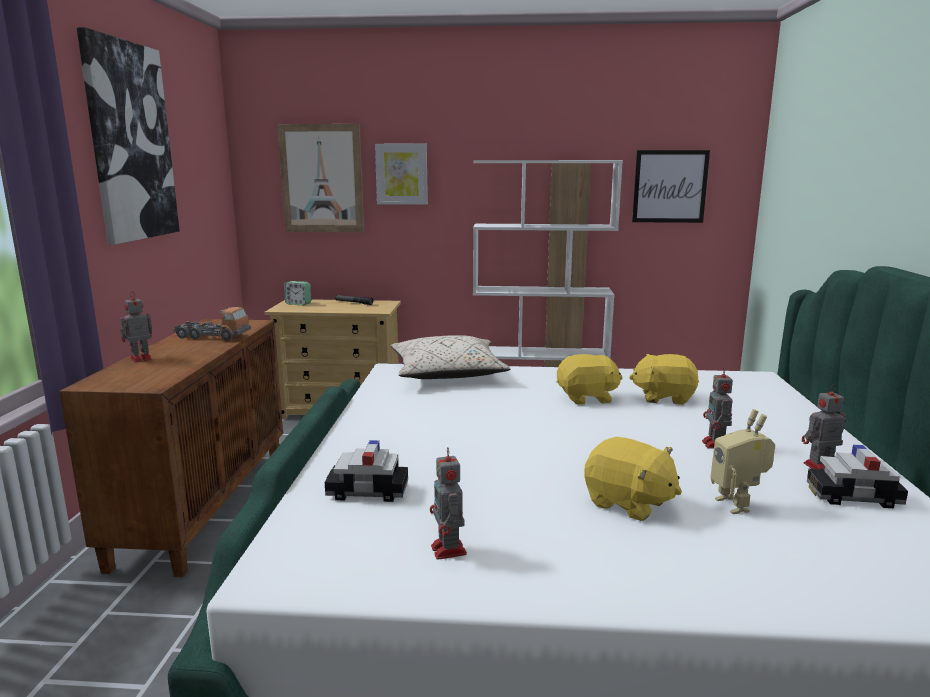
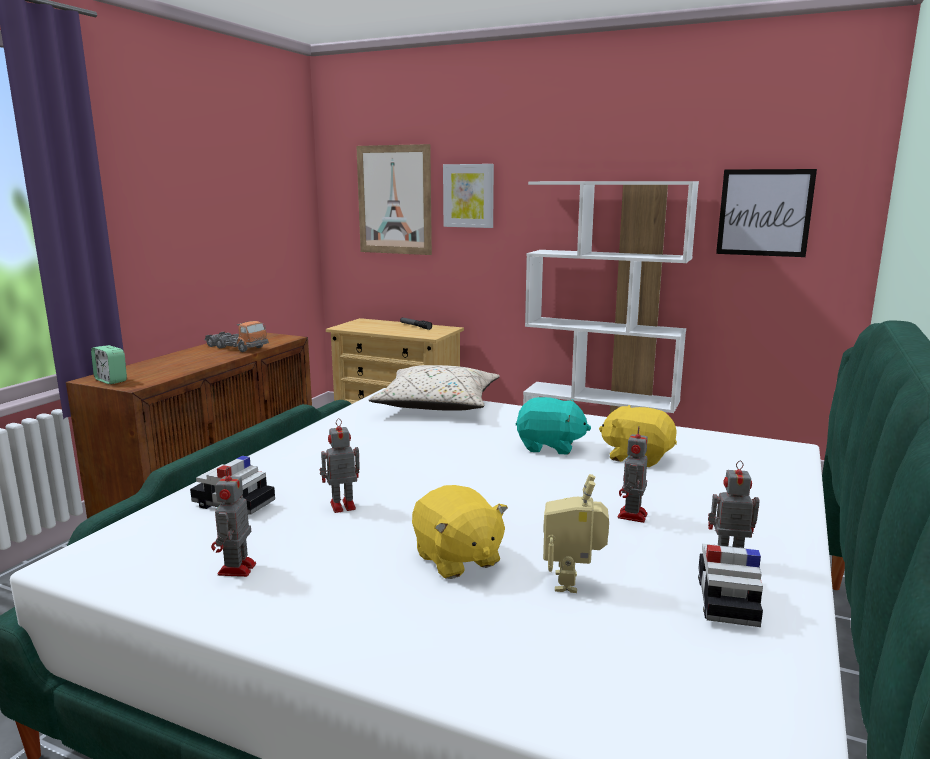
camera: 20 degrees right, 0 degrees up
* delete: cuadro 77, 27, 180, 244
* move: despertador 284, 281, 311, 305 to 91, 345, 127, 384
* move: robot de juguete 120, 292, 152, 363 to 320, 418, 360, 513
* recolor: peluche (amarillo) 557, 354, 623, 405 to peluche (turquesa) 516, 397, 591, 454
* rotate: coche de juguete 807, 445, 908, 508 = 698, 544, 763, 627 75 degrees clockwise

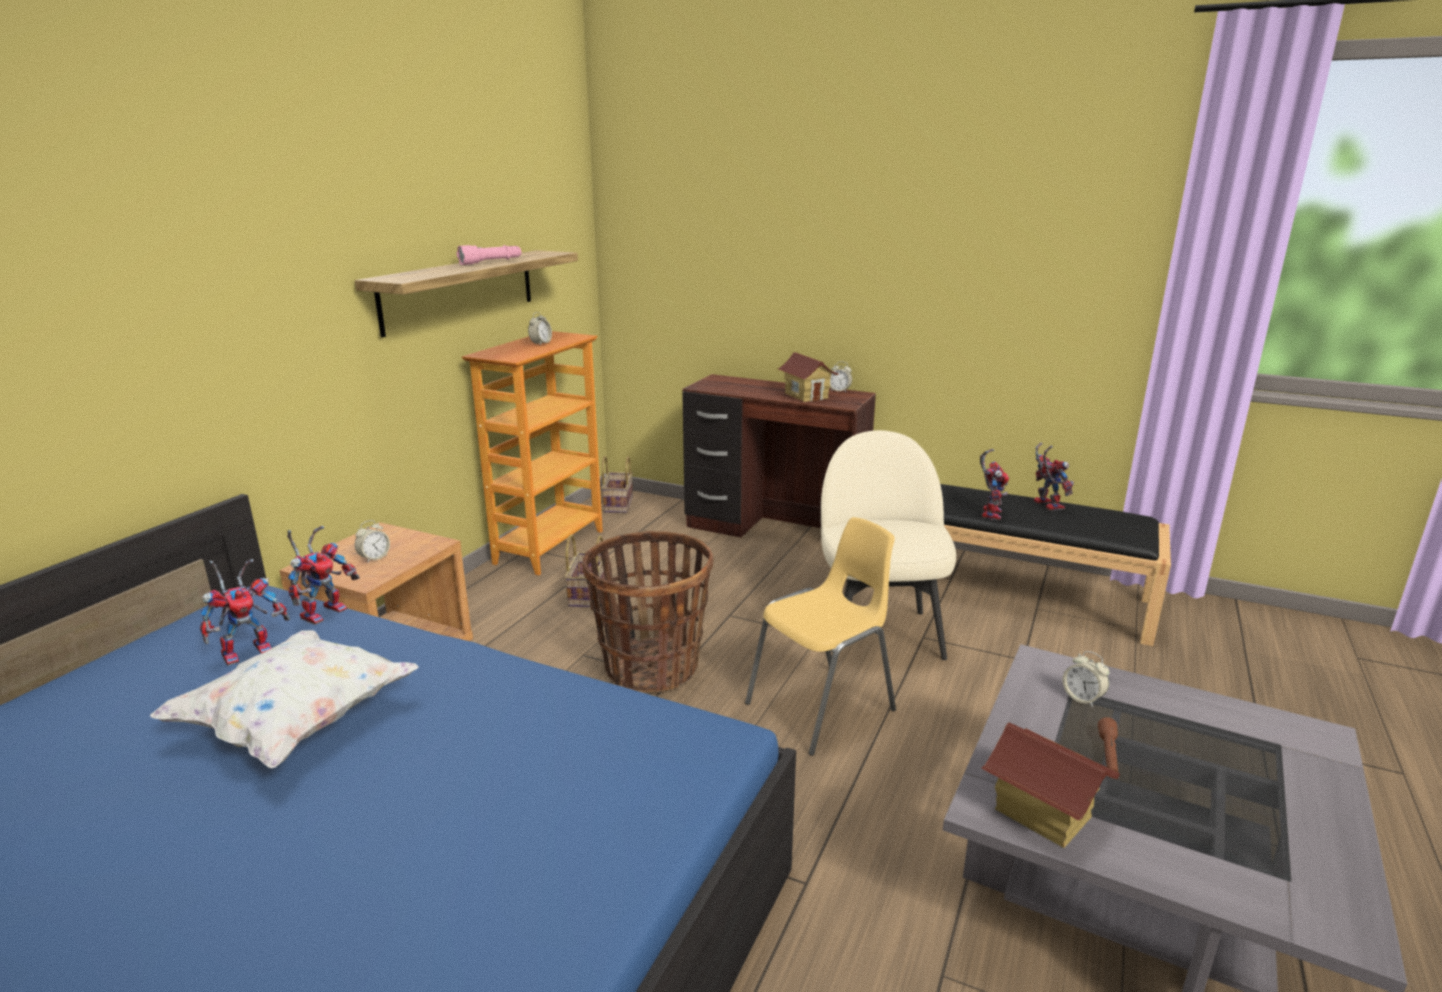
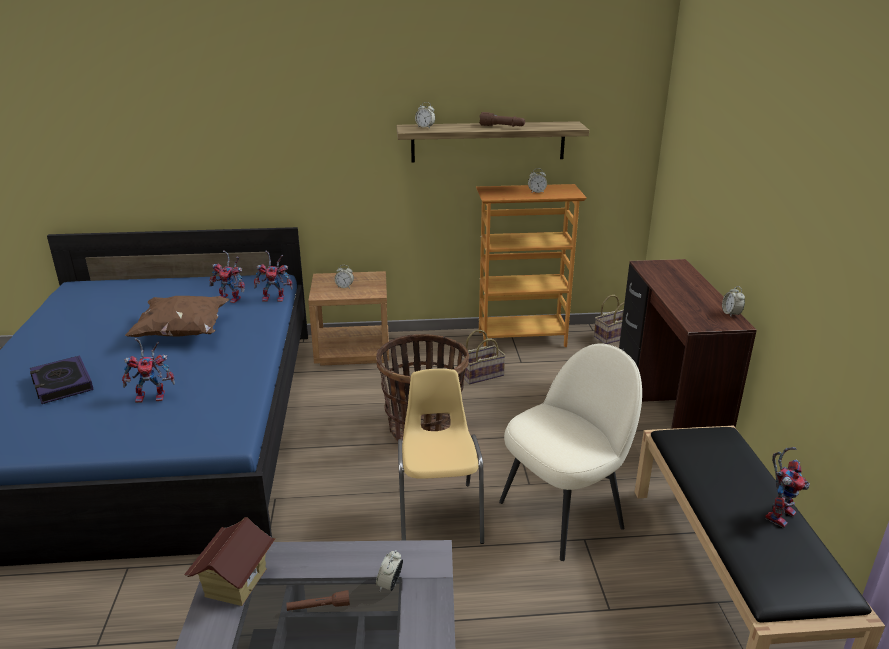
camera: 60 degrees right, 5 degrees up
* recolor: linterna (rosa) 457, 245, 521, 265 to linterna (marrón) 479, 112, 525, 127
* delete: casita 778, 352, 839, 402
* move: robot de juguete 980, 449, 1009, 520 to 122, 338, 175, 403
* rotate: silla (amarillo) 745, 517, 896, 756 = 398, 369, 484, 544 120 degrees counterclockwise
* recolor: cojín (blanco) 150, 630, 419, 768 to cojín (marrón) 125, 296, 230, 337
* insert: despertador 415, 102, 435, 128
* insert: libro 30, 355, 94, 404

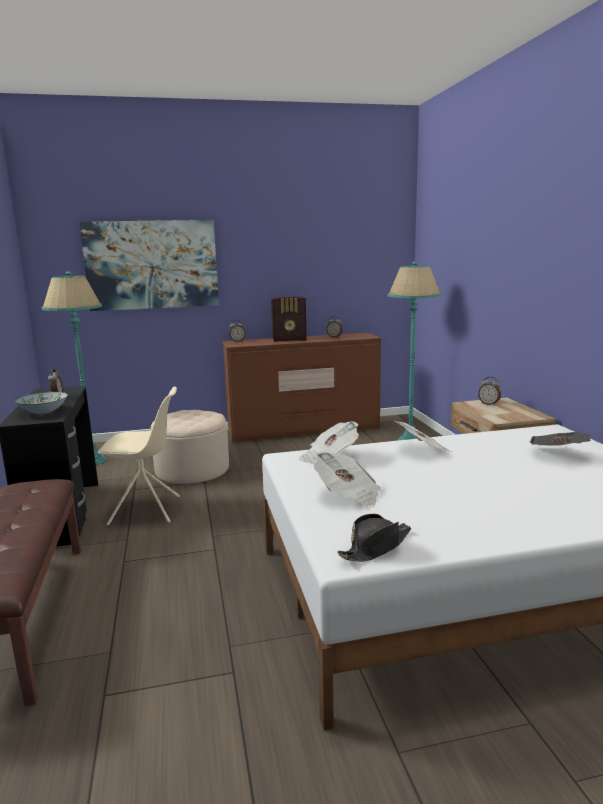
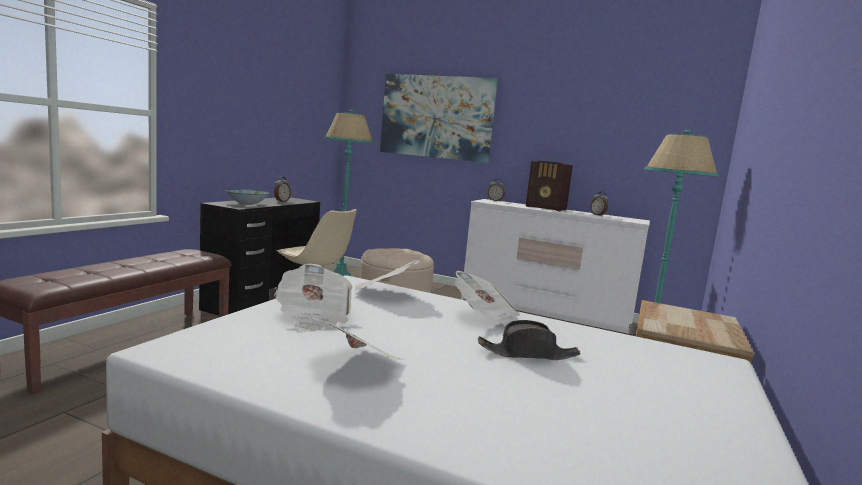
camera: 35 degrees right, 5 degrees down
* recolor: cómoda (marrón) 222, 333, 381, 443 to cómoda (blanco) 461, 199, 650, 334
* delete: despertador 478, 377, 501, 406
* move: periódico 530, 432, 591, 446 to 310, 317, 406, 360
* move: sombrero (negro) 337, 514, 411, 562 to 478, 320, 581, 360

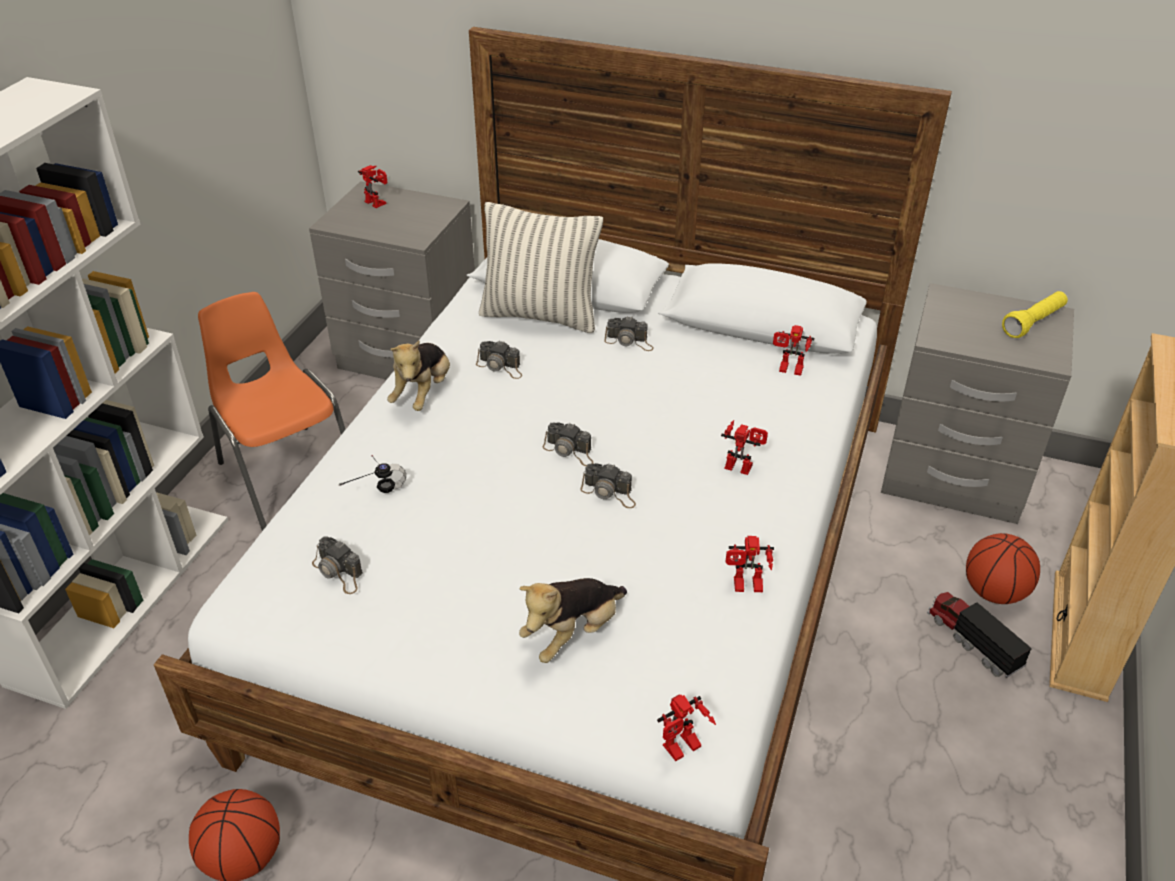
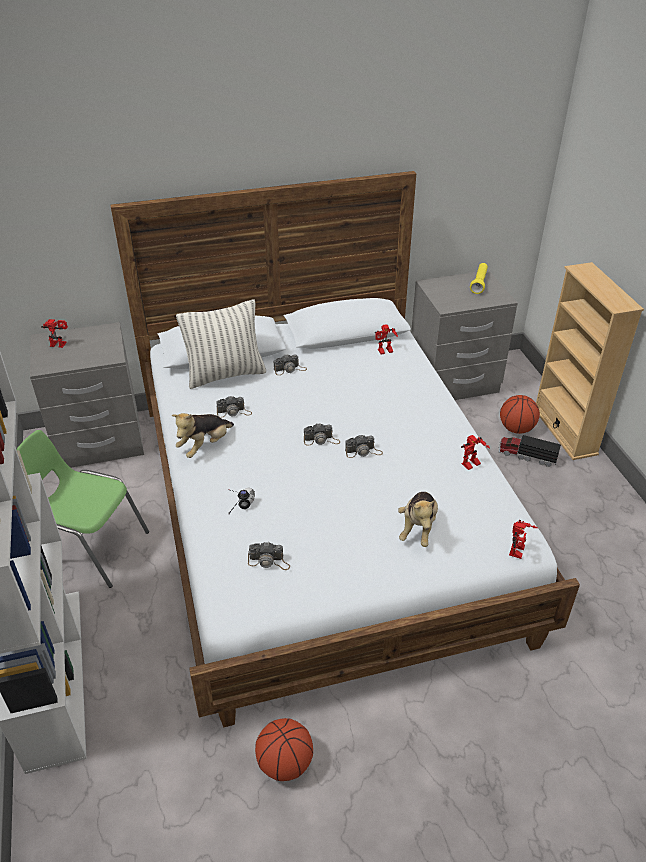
camera: 35 degrees left, 0 degrees up
* recolor: silla (naranja) 198, 292, 346, 531 to silla (verde) 16, 430, 149, 588
* rotate: peluche 387, 341, 450, 411 = 172, 413, 234, 458 60 degrees clockwise
* delete: robot de juguete 721, 420, 768, 475

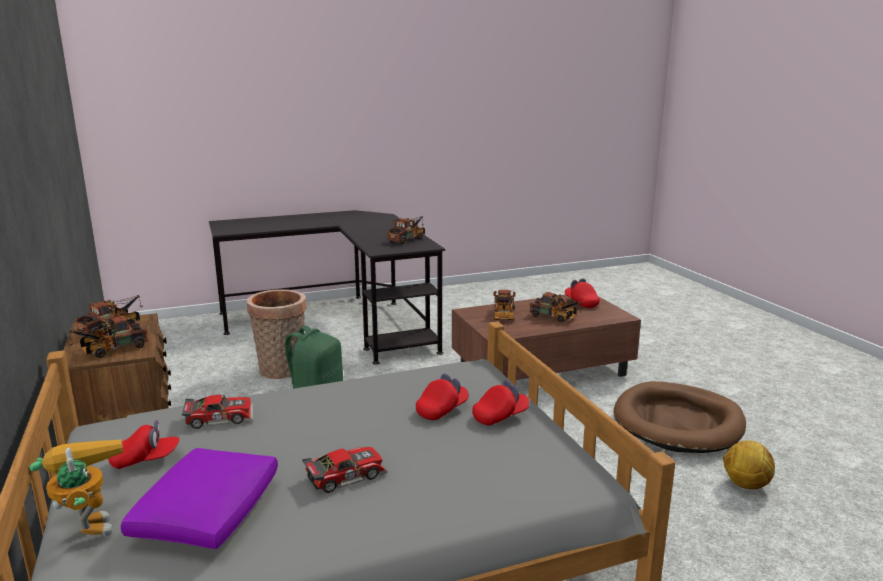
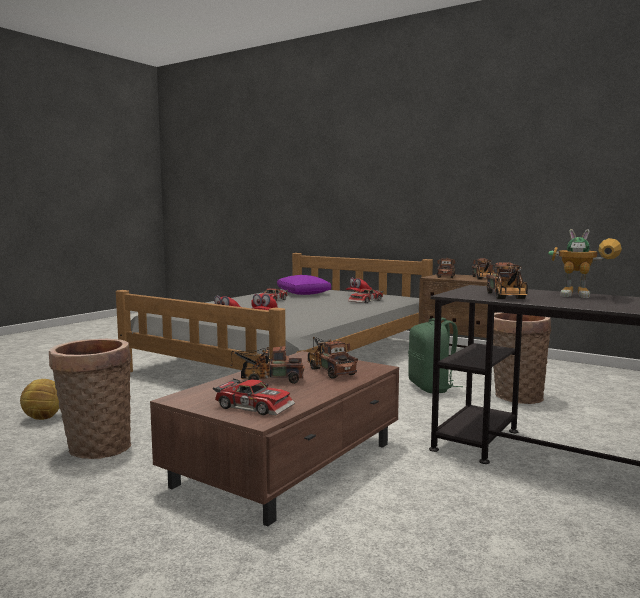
camera: 145 degrees right, 10 degrees down
* replace: gorra (rojo) 565, 278, 600, 308 to coche de juguete 213, 378, 295, 416
* replace: cama para perro (marrón) 614, 381, 746, 453 to cesta 49, 339, 131, 459
* move: robot de juguete 30, 439, 124, 537 to 548, 229, 622, 298

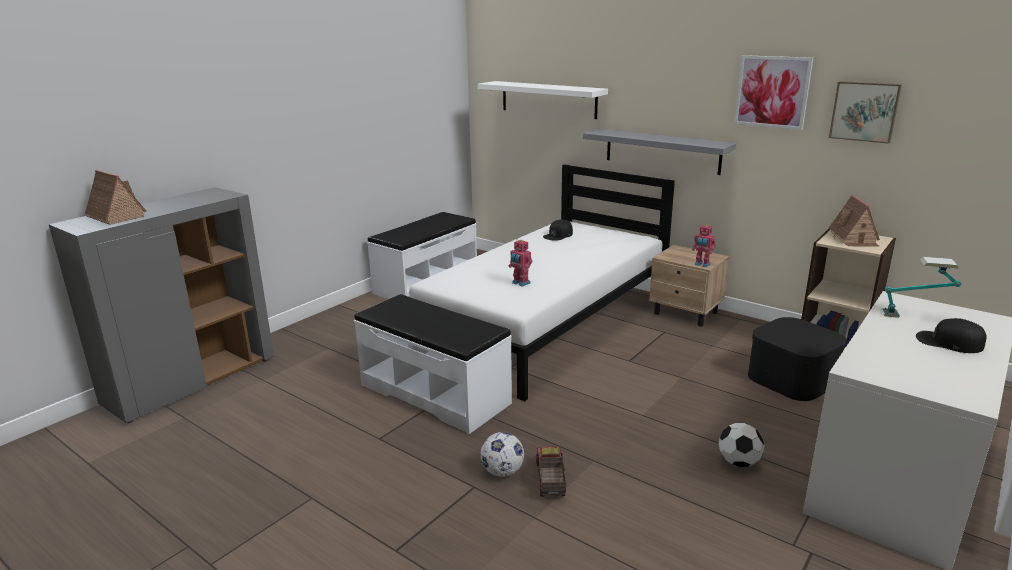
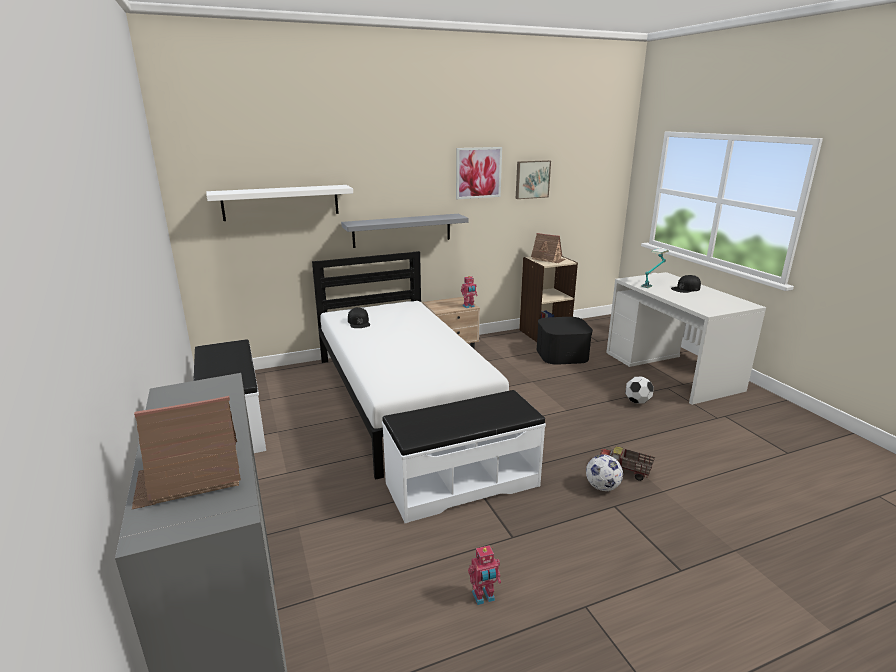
camera: 60 degrees left, 0 degrees up
* move: robot de juguete 509, 239, 533, 287 to 468, 545, 501, 605

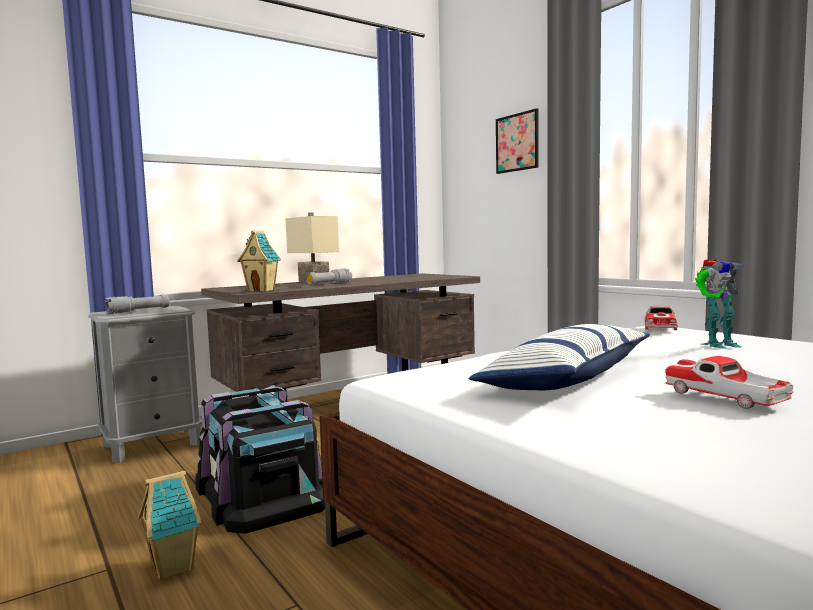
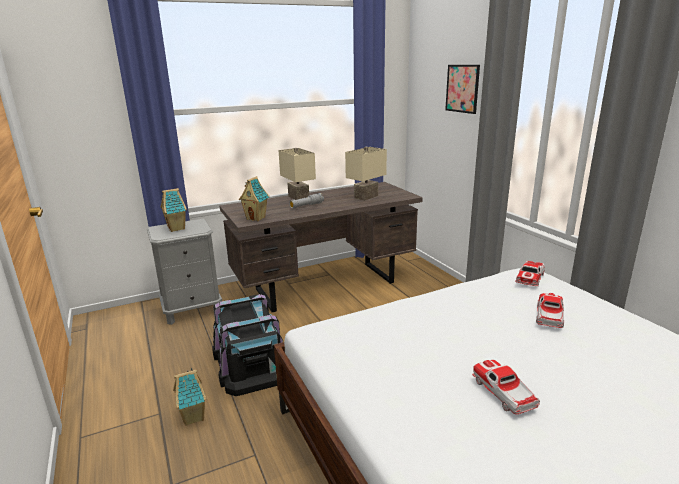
camera: 10 degrees right, 15 degrees up
* replace: robot de juguete 695, 259, 744, 349 to coche de juguete 536, 293, 564, 328
* replace: linterna (gris) 105, 294, 169, 314 to casita 161, 188, 187, 232
* delete: cojín 469, 324, 650, 390
* insert: lámpara de mesa (beis) 345, 147, 387, 201

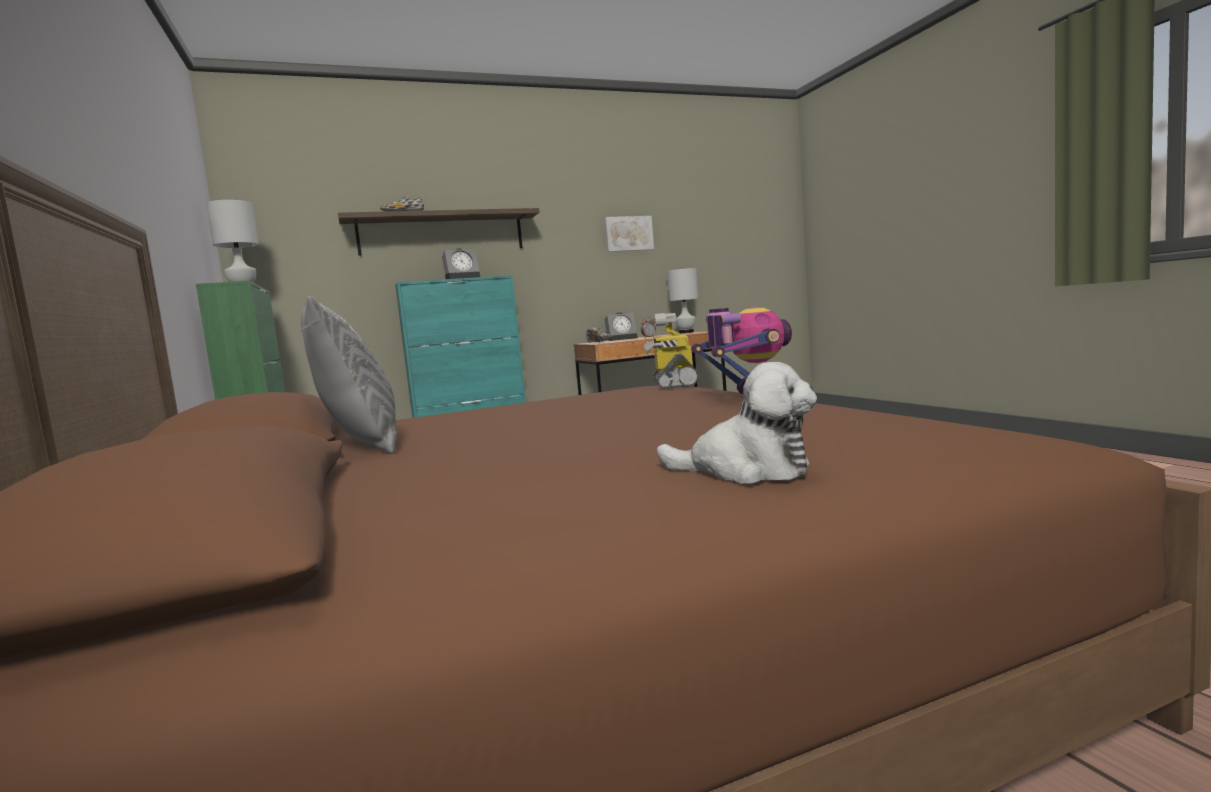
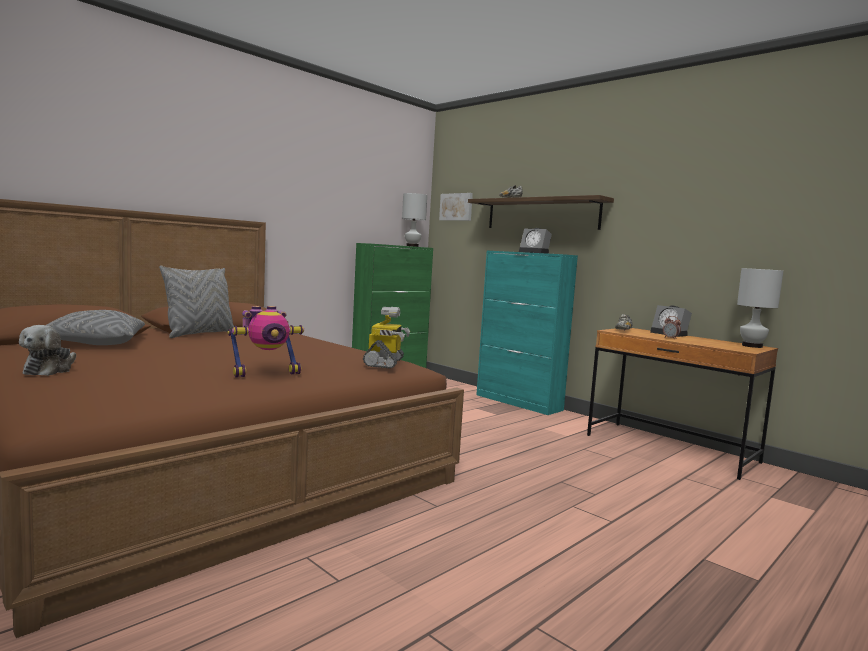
camera: 65 degrees right, 0 degrees up
* move: cuadro 604, 216, 654, 252 to 439, 193, 473, 221
* rotate: robot de juguete 643, 313, 699, 389 = 363, 307, 410, 368 120 degrees clockwise
* insert: cojín (gris) 46, 310, 145, 345

